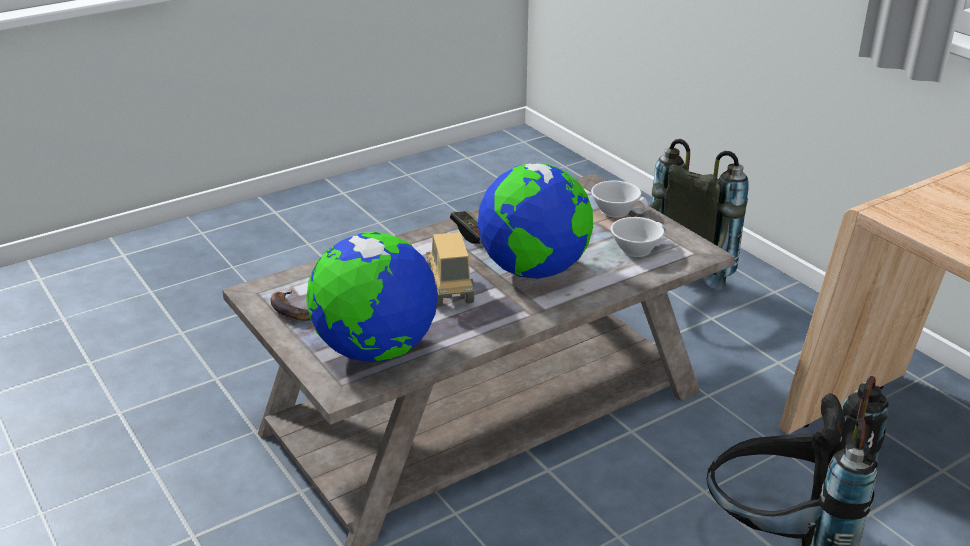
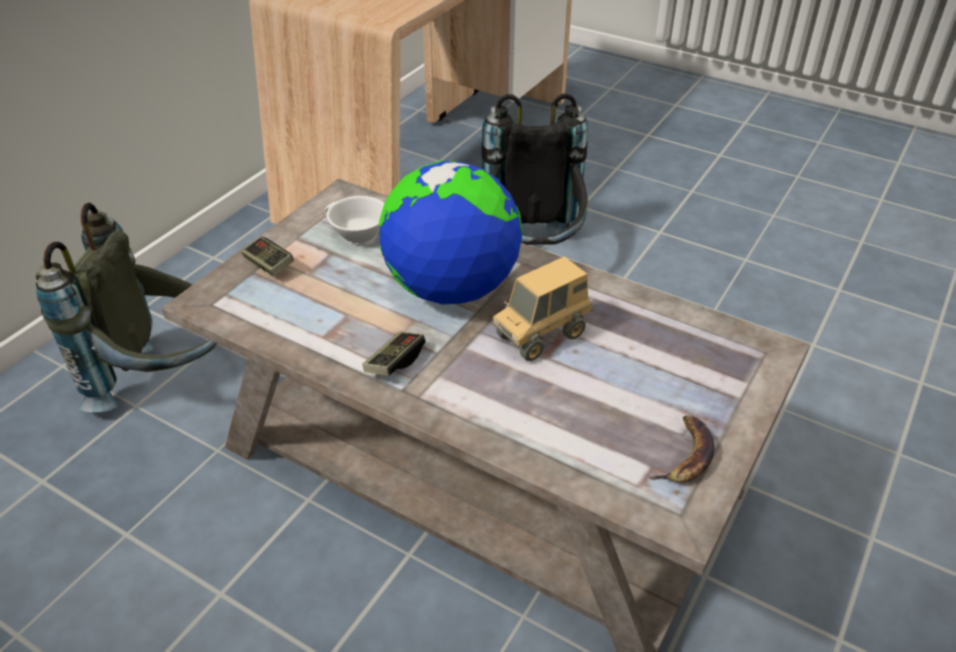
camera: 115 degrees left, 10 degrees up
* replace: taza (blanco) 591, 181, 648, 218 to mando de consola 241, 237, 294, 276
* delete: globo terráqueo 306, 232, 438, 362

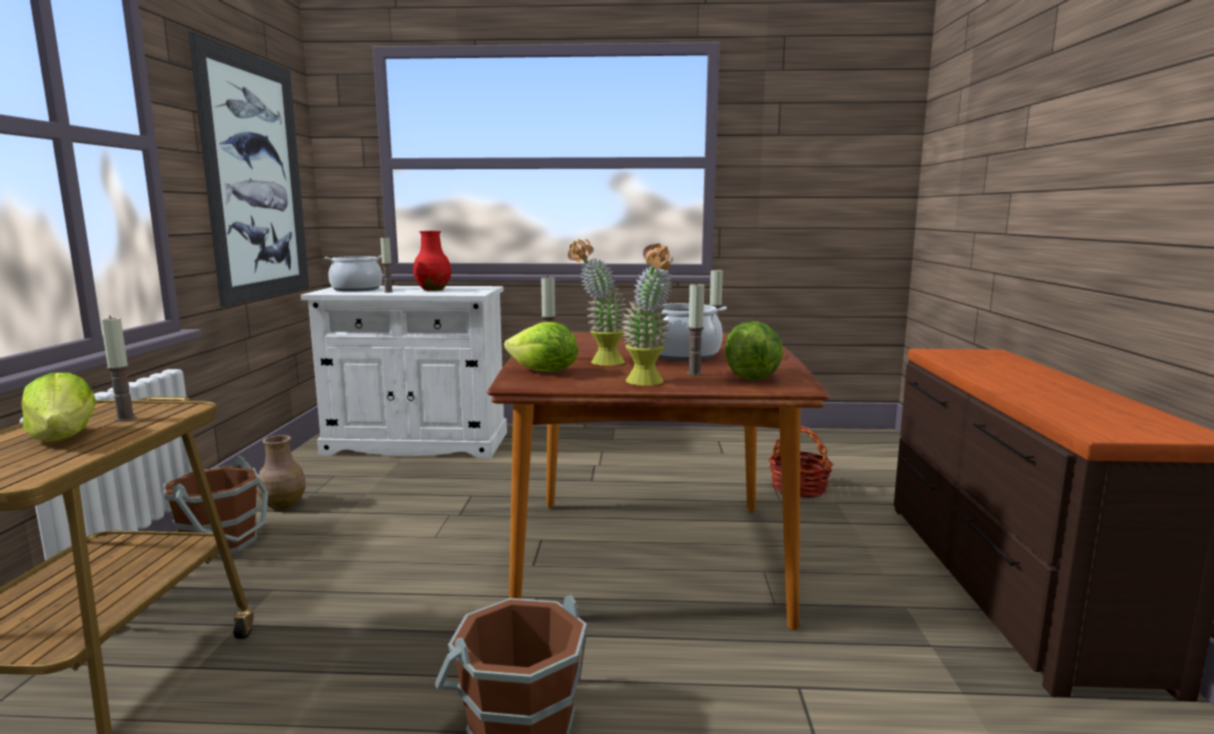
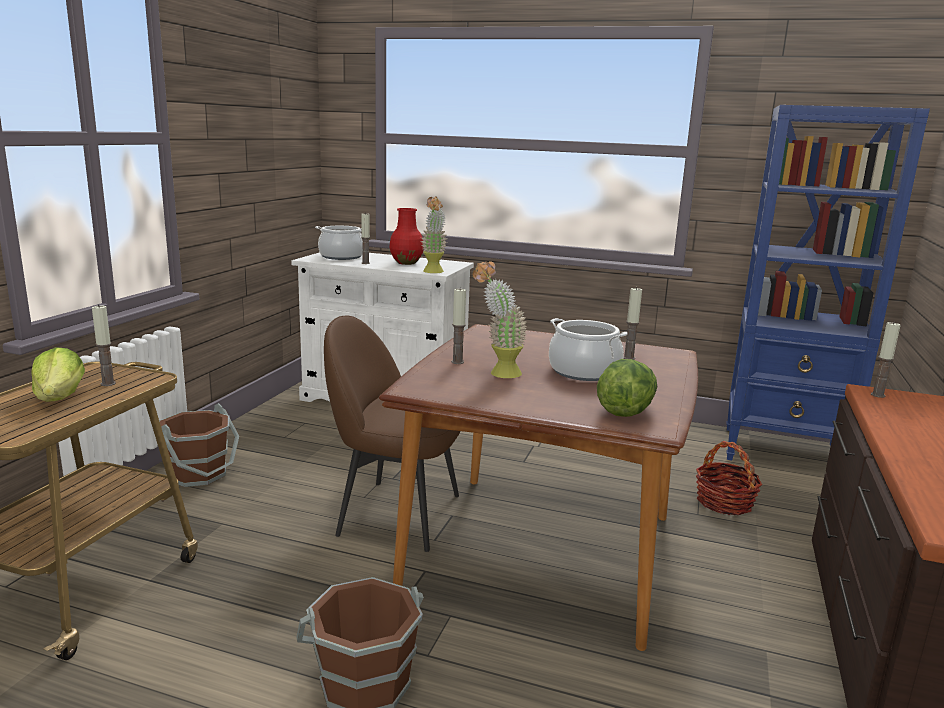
camera: 15 degrees right, 5 degrees up
* delete: cuadro 188, 31, 309, 307
* move: planta en maceta 621, 244, 673, 386 to 420, 196, 447, 273
* move: vela 687, 282, 704, 376 to 871, 321, 901, 398
* delete: lechuga 504, 322, 578, 372
* delete: florero (marrón) 257, 435, 306, 510
* insert: estantería (azul) 727, 105, 930, 460
* insert: silla (marrón) 324, 316, 461, 552

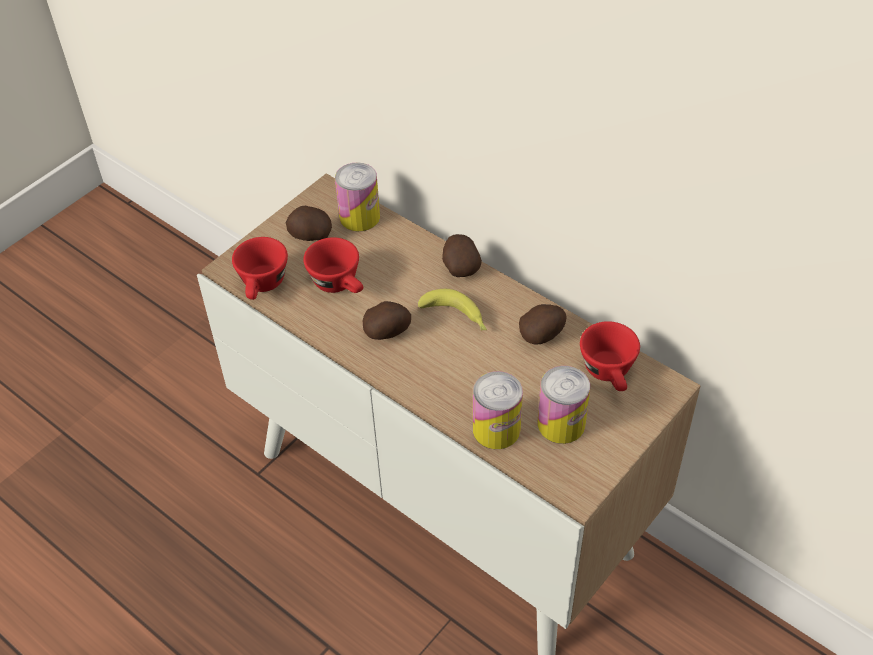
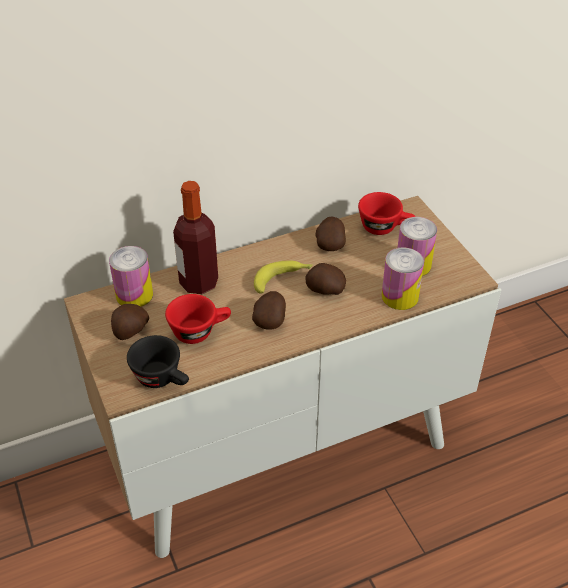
camera: 65 degrees left, 5 degrees down
* move: patata 442, 234, 482, 277 to 305, 263, 346, 295
* recolor: taza (rojo) 232, 237, 288, 300 to taza (negro) 127, 335, 189, 388
* insert: botella 173, 181, 218, 294

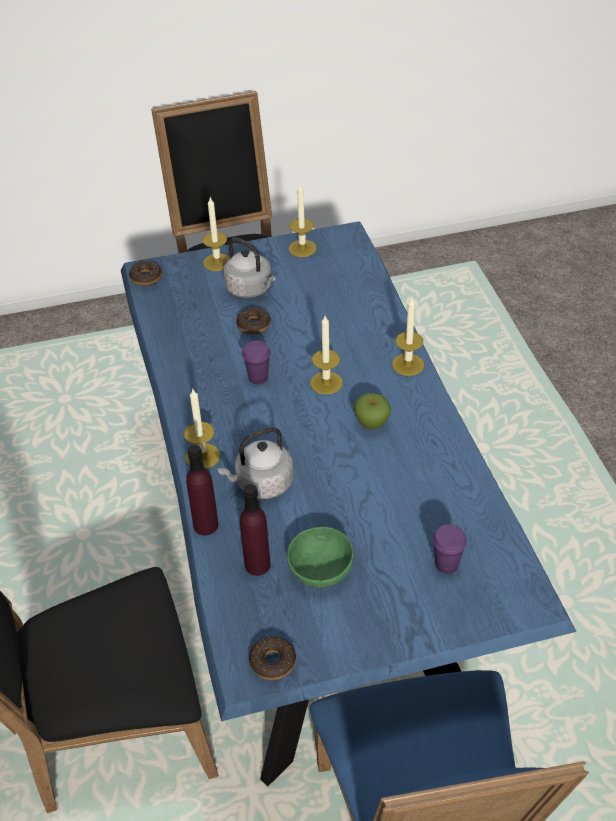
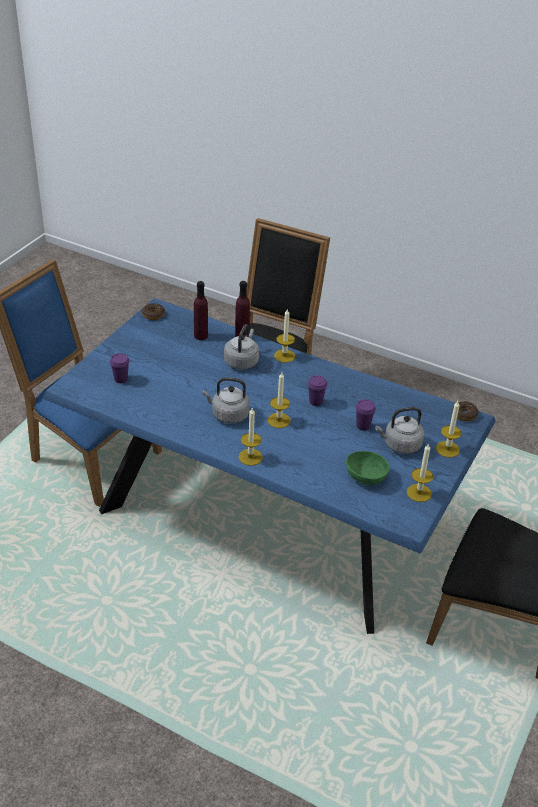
camera: 130 degrees right, 5 degrees down
* replace: rosquilla 236, 308, 271, 334 to taza (morado) 355, 399, 376, 431
* replace: manzana 354, 393, 391, 430 to hervidor (gris) 203, 377, 250, 423
* move: cuenco (verde) 287, 527, 354, 588 to 346, 451, 390, 485

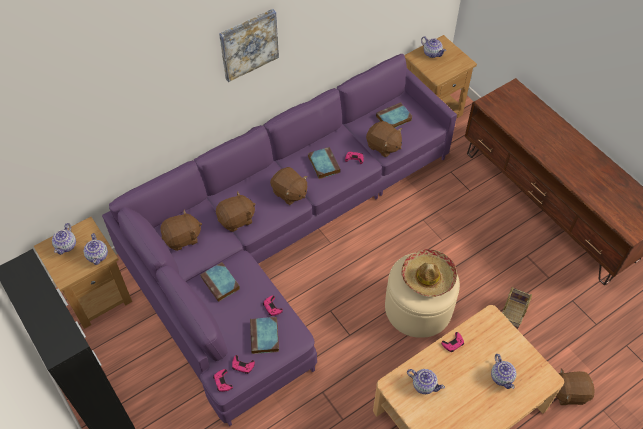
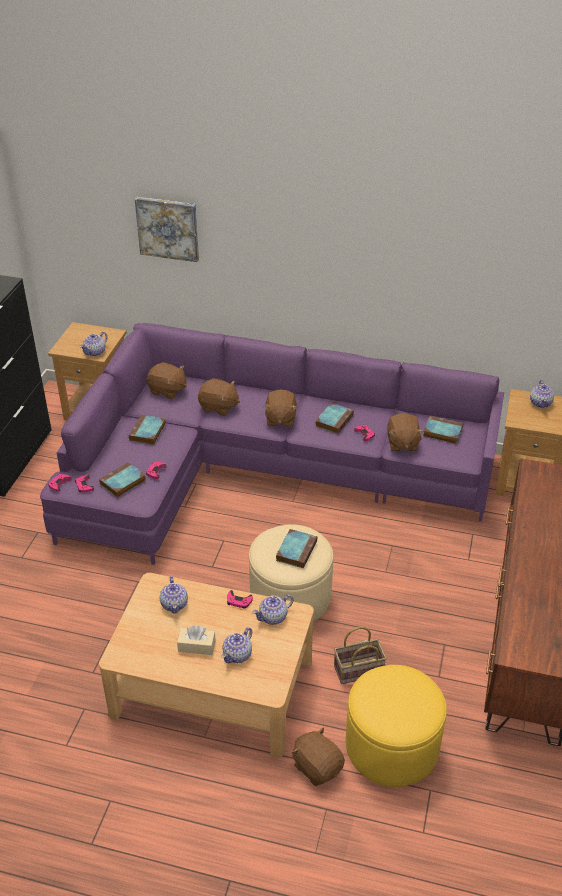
camera: 50 degrees right, 15 degrees down
* move: cuadro 219, 9, 279, 82 to 135, 197, 199, 262
* move: tetera 52, 223, 76, 255 to 252, 595, 293, 625
* replace: sombrero 401, 249, 457, 297 to libro 276, 529, 317, 568
* insert: caja de pañuelos (beis) 177, 626, 216, 655
* insert: puf (amarillo) 346, 665, 447, 787

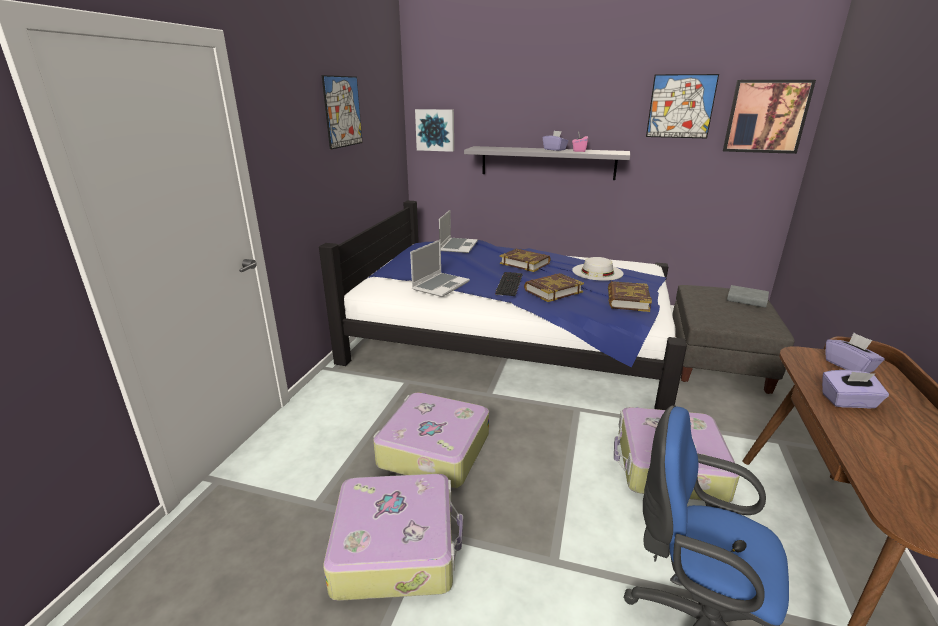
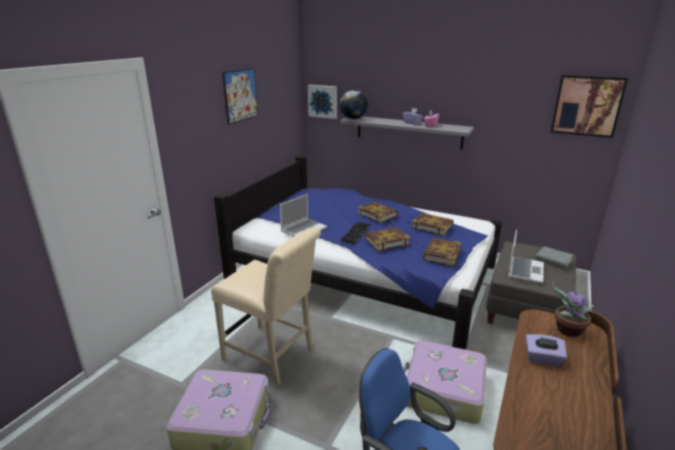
camera: 10 degrees right, 0 degrees up
* delete: cuadro 646, 74, 719, 138
* move: portátil 439, 210, 478, 253 to 508, 230, 544, 284
* replace: sombrero (blanco) 572, 257, 623, 281 to libro 412, 213, 453, 236
* replace: caja de pañuelos (morado) 826, 333, 885, 373 to planta en maceta 552, 282, 594, 337
* replace: maleta 373, 392, 489, 488 to silla (beis) 211, 227, 321, 385
* insert: globo terráqueo 340, 90, 368, 119

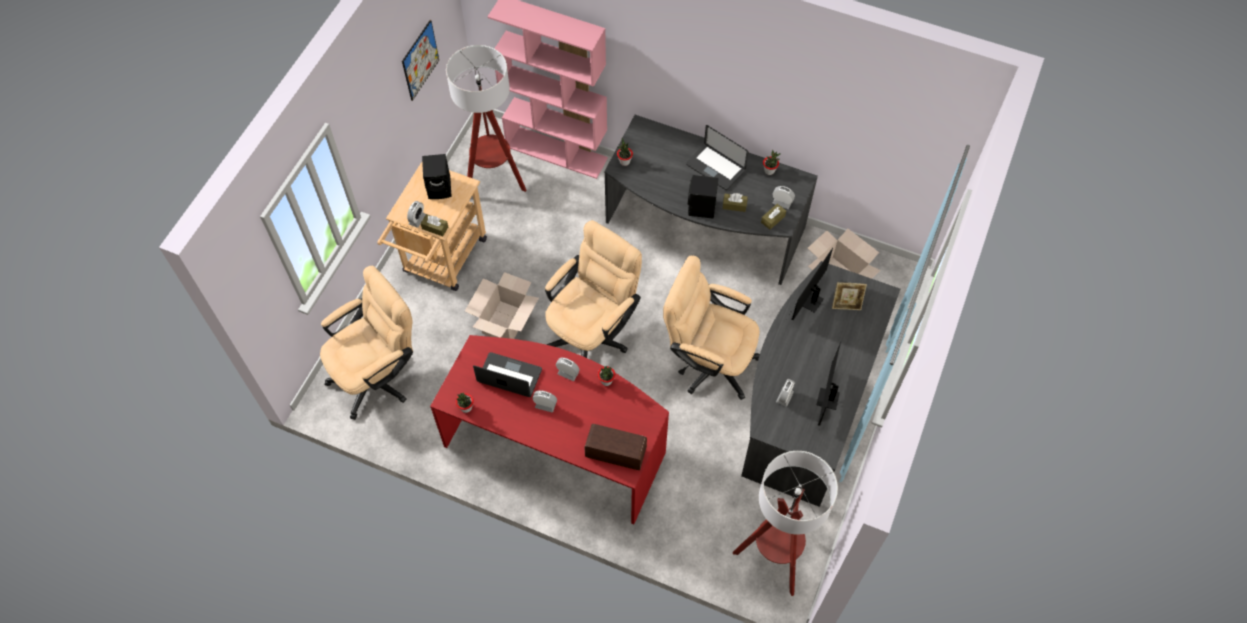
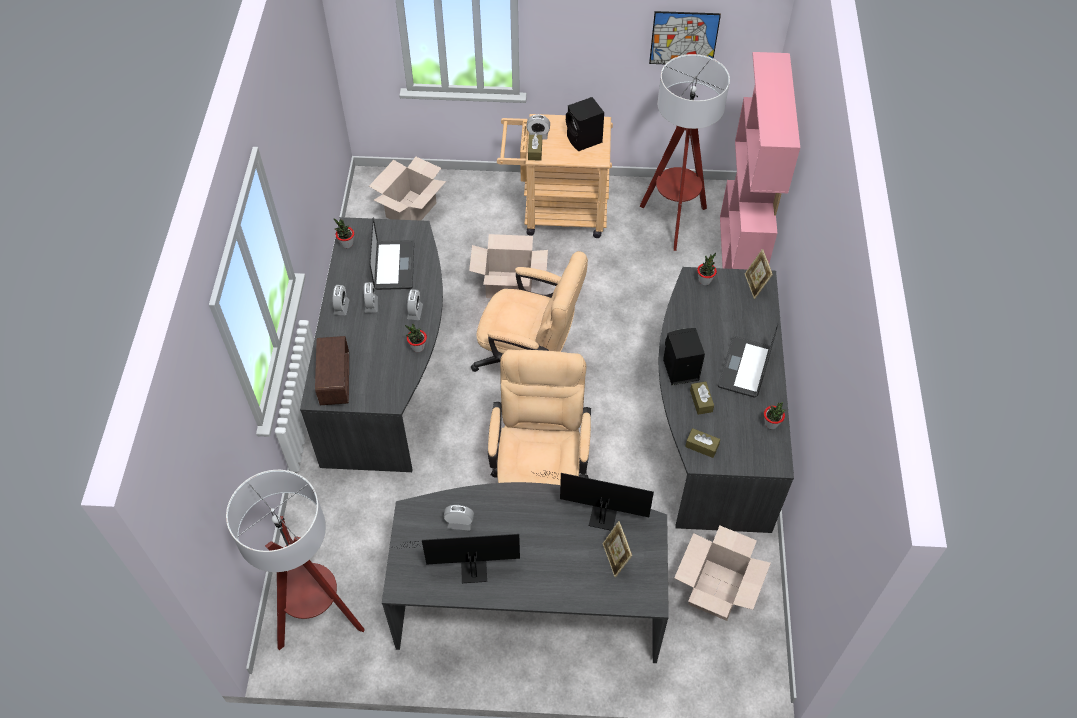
camera: 70 degrees right, 5 degrees down
* move: despertador 773, 186, 795, 209 to 333, 285, 350, 315
* replace: silla de oficina (beis) 320, 266, 413, 420 to caja de cartón 369, 157, 446, 221
* recolor: escritorio (rojo) 430, 335, 669, 524 to escritorio (gris) 300, 217, 443, 472
* insert: portarretratos 745, 249, 773, 299

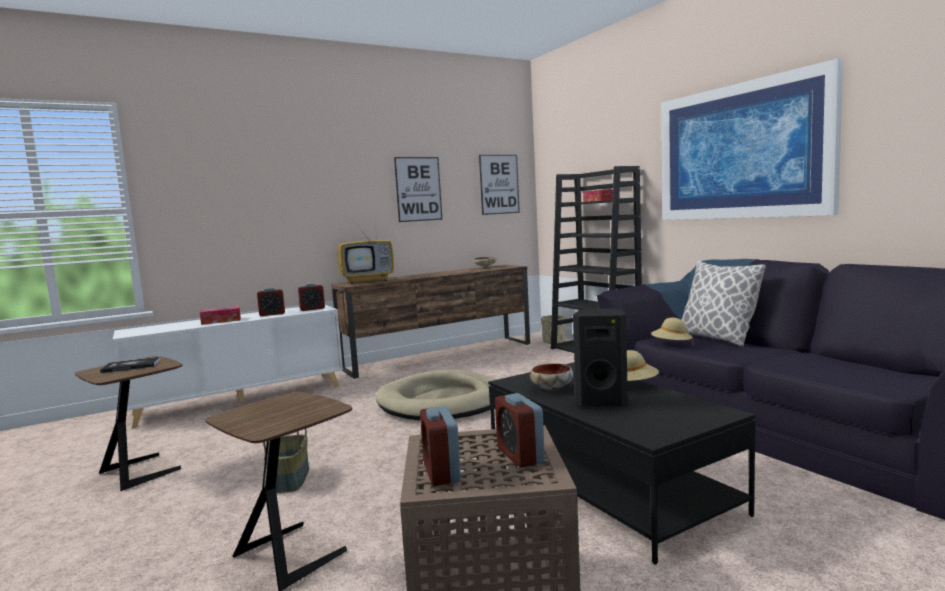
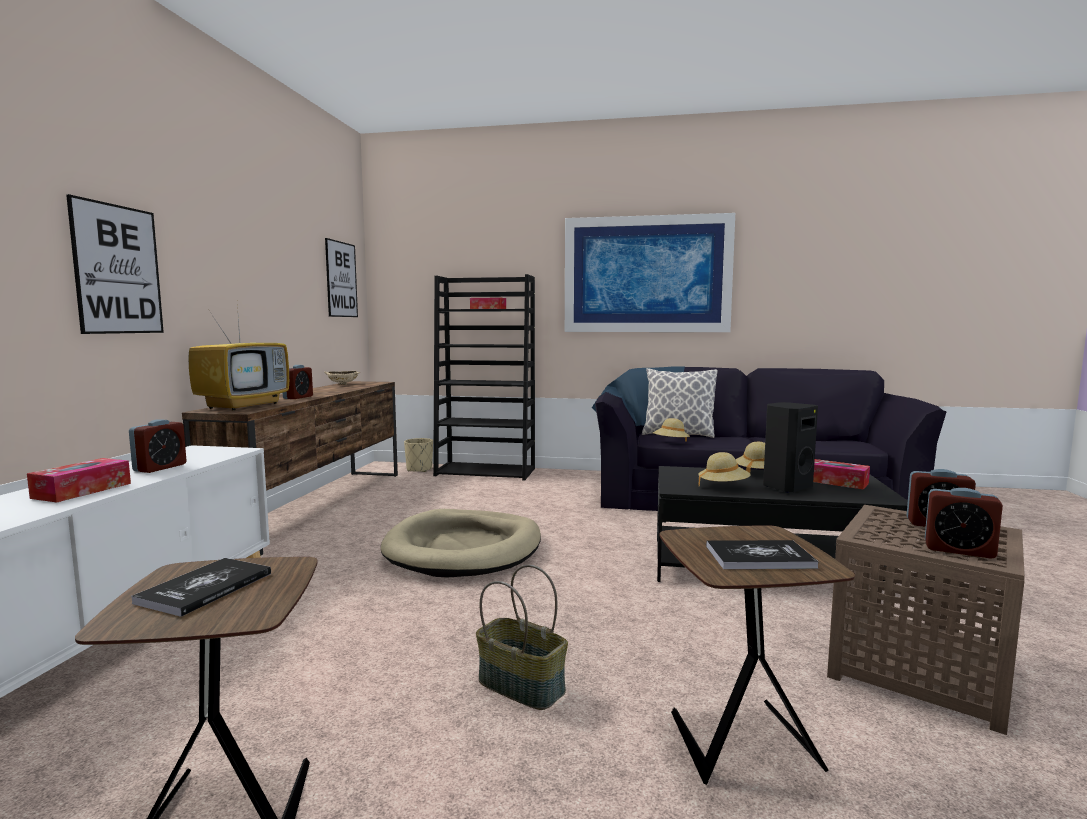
camera: 50 degrees left, 0 degrees up
* move: cuadro 394, 157, 442, 222 to 66, 194, 164, 334
* move: despertador 298, 283, 325, 311 to 283, 365, 313, 399
* replace: cuenco 530, 364, 573, 391 to sombrero (beis) 698, 452, 750, 486
* insert: caja de pañuelos 813, 459, 870, 490
* insert: libro 706, 540, 818, 569

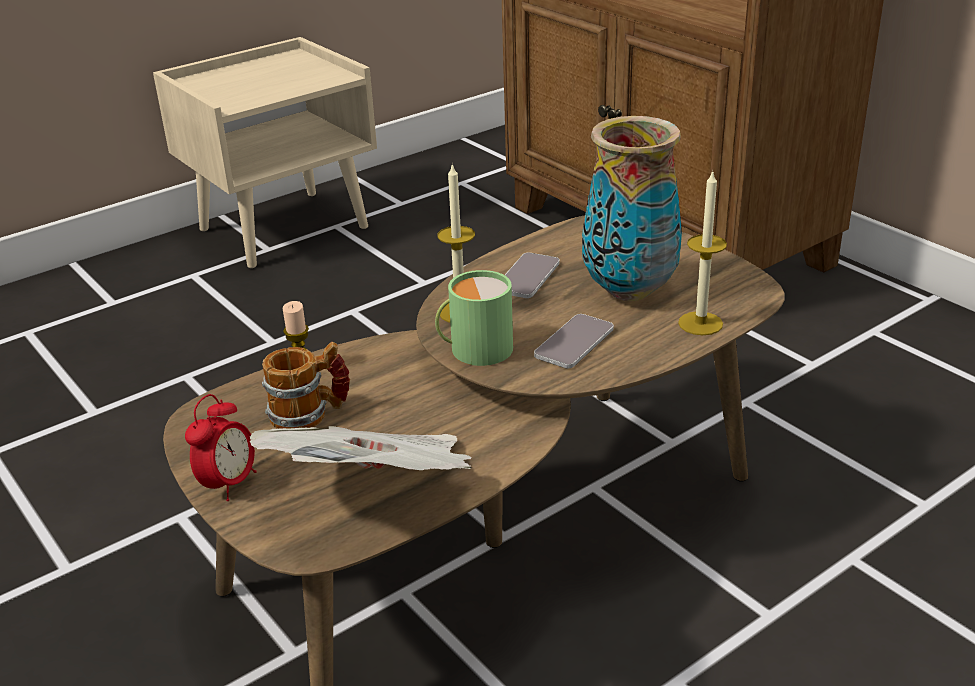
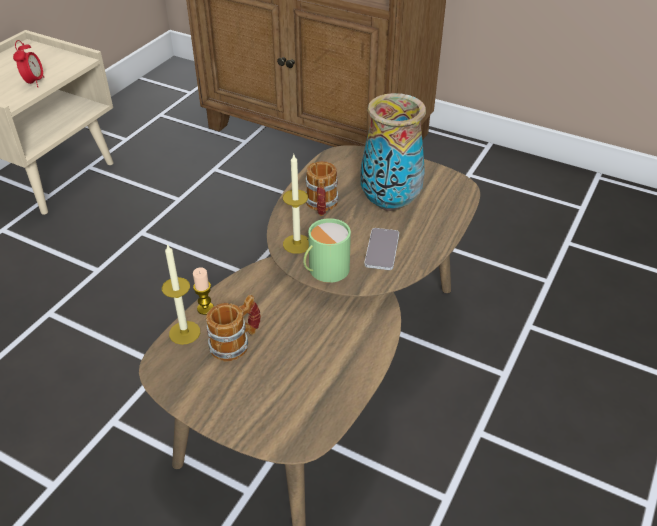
camera: 25 degrees left, 10 degrees up
* move: vela 678, 170, 727, 335 to 162, 244, 200, 345
* replace: móvil 505, 253, 560, 298 to taza grande 306, 161, 338, 216
* move: despertador 185, 394, 257, 501 to 13, 40, 44, 87
* delete: periódico 250, 426, 473, 470

